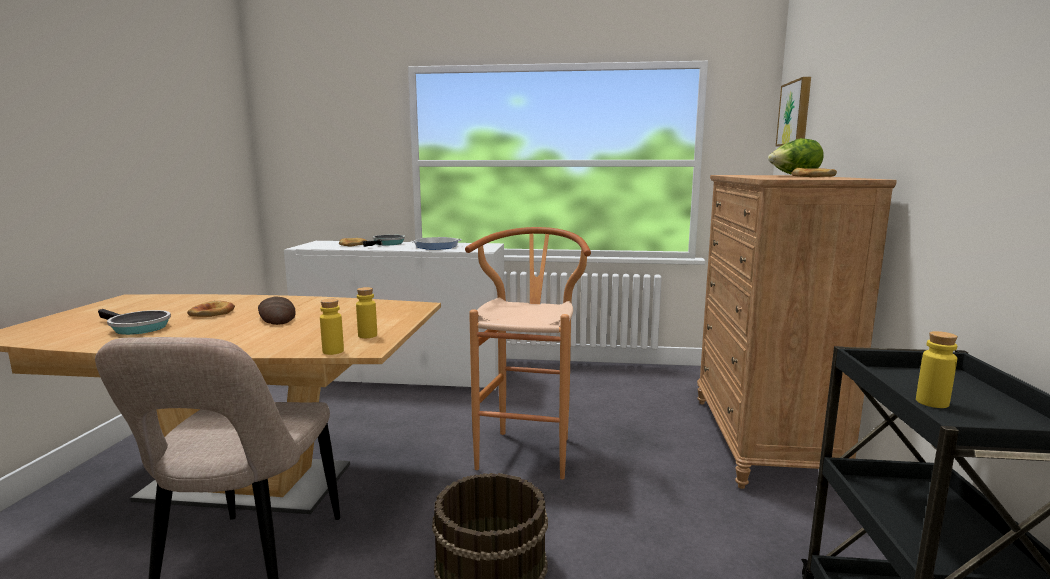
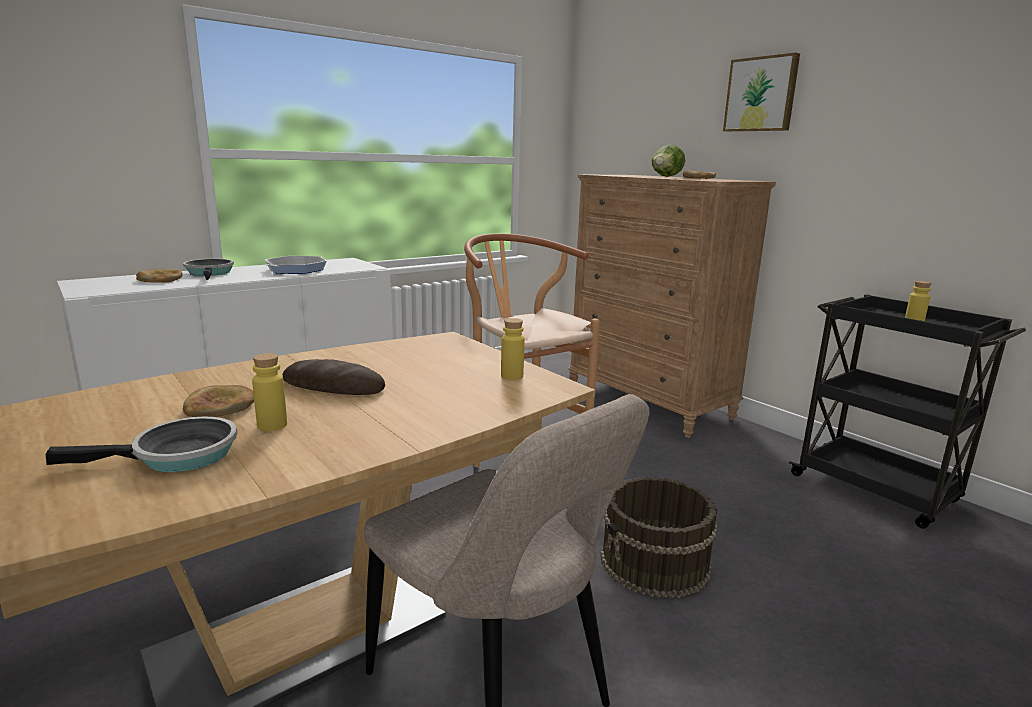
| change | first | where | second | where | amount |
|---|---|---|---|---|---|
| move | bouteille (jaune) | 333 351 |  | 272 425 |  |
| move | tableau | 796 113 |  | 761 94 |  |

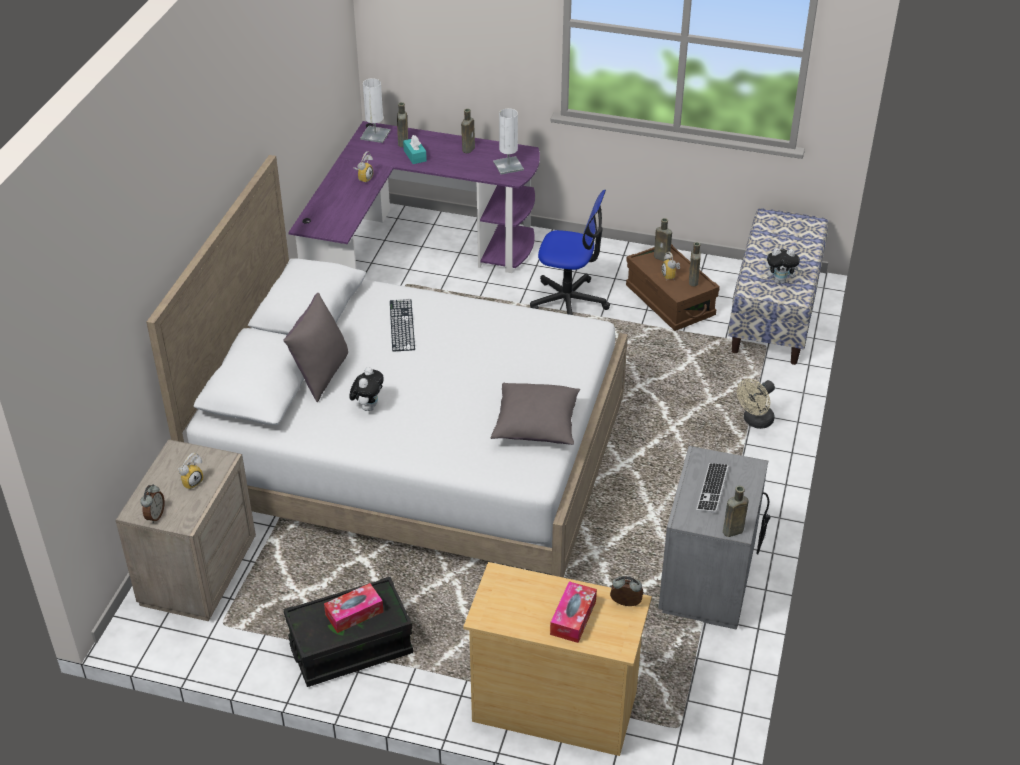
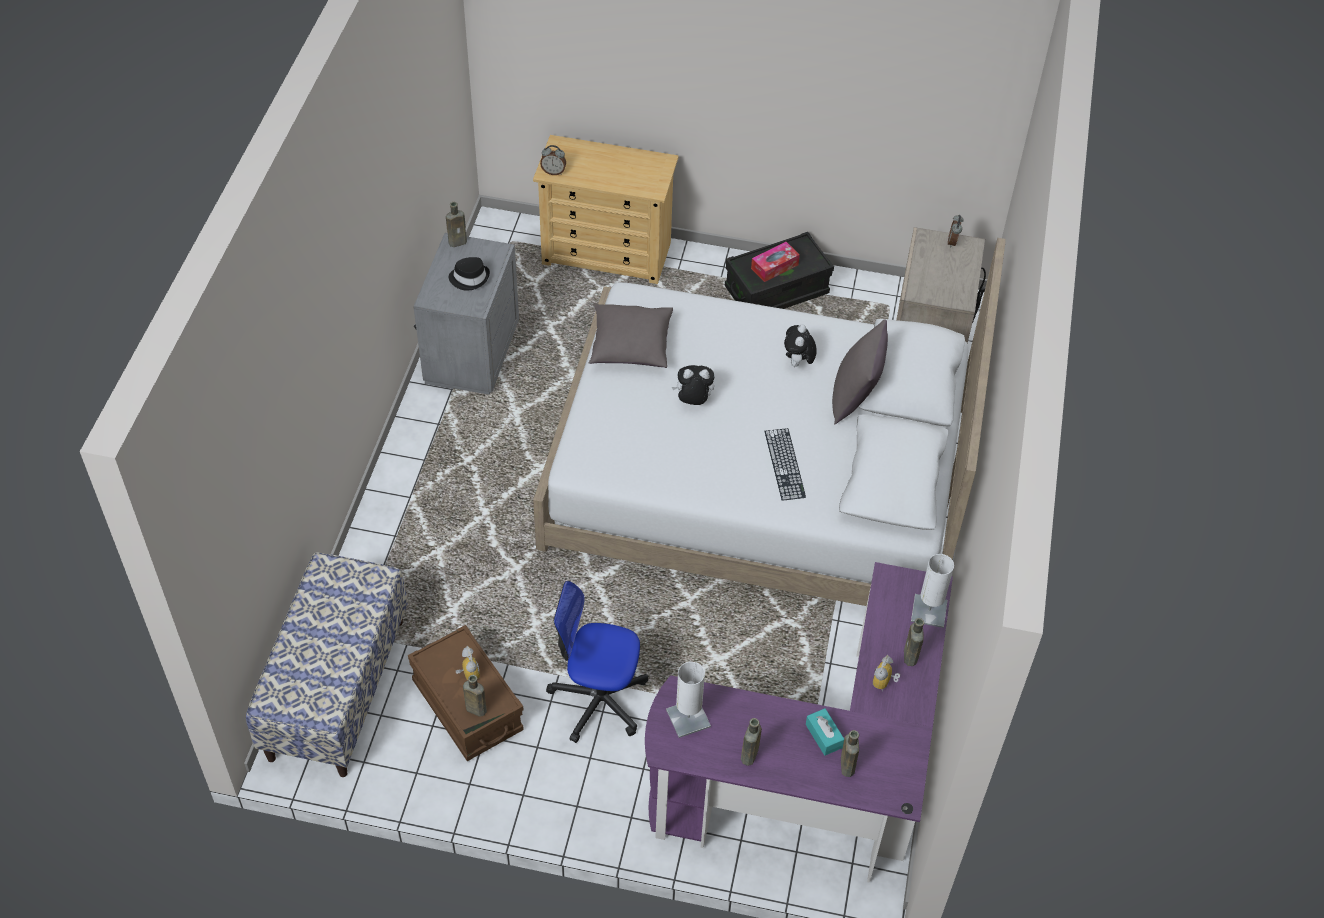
| change | first | where | second | where | amount |
|---|---|---|---|---|---|
| replace | clavier | 712 489 | chapeau (noir) | 469 278 |  |
| move | peluche | 780 281 |  | 693 401 |  |
| move | bouteille (marron) | 693 280 |  | 910 658 |  |
| move | lampe de table (blanc) | 375 135 |  | 929 611 |  |
| delete | réveil | 191 481 |  |  |  |
| delete | boîte à mouchoirs | 573 618 |  |  |  |
| delete | ventilateur (beige) | 755 421 |  |  |  |

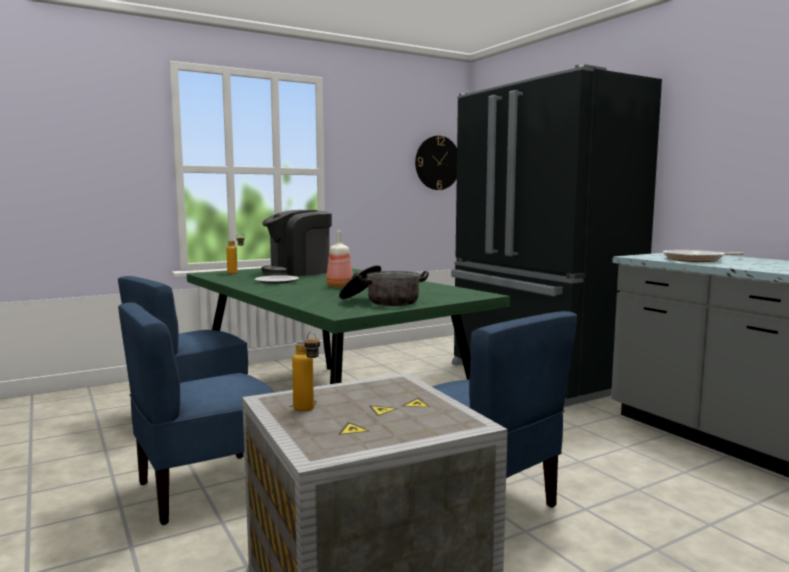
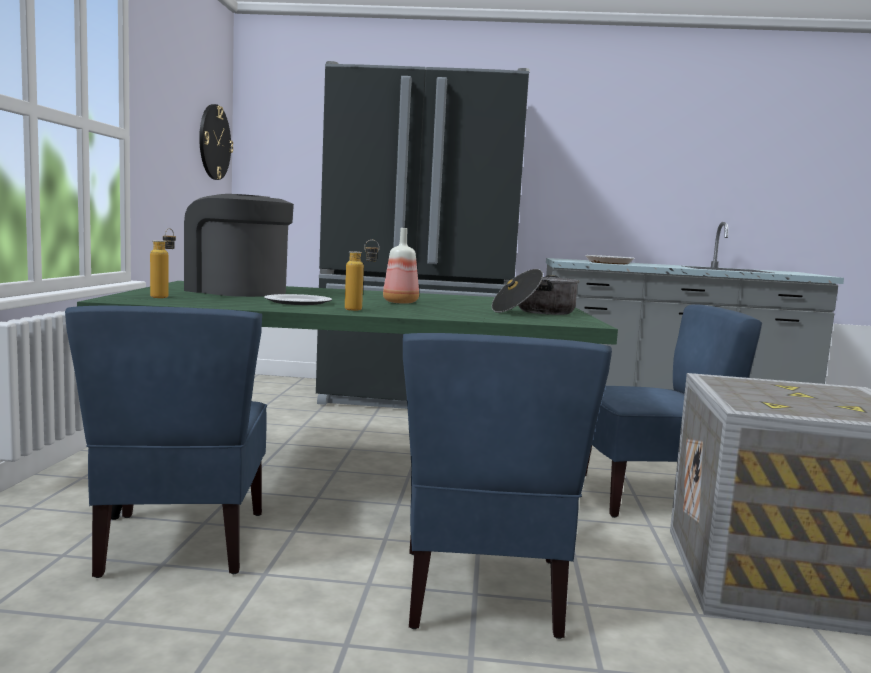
| change | first | where | second | where | amount |
|---|---|---|---|---|---|
| rotate | machine à café | 298 272 |  | 236 291 | 120 degrees clockwise |
| move | bouteille | 308 411 |  | 360 310 |  |

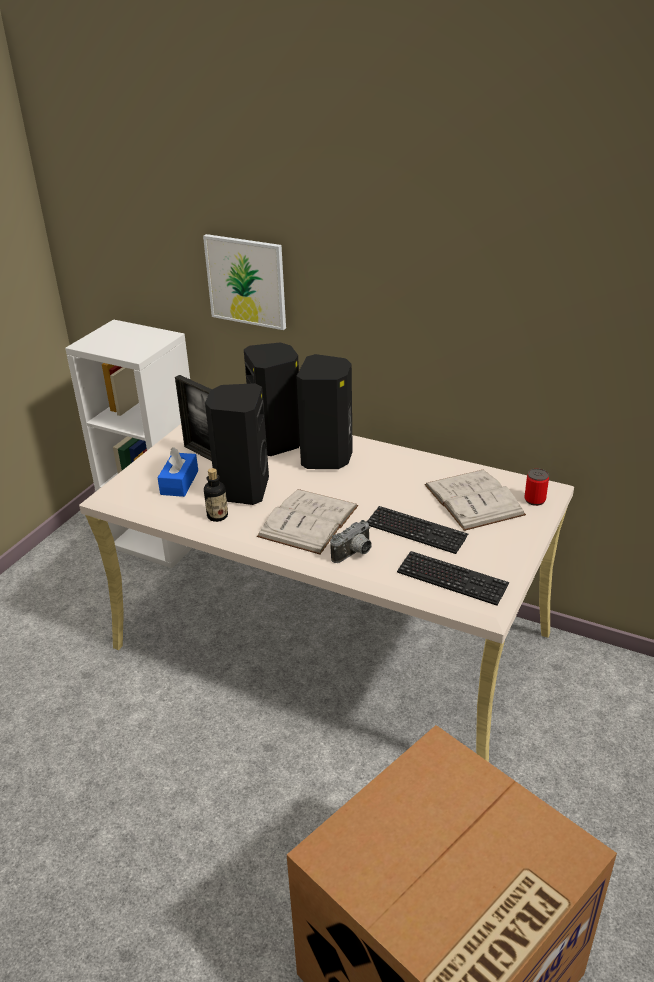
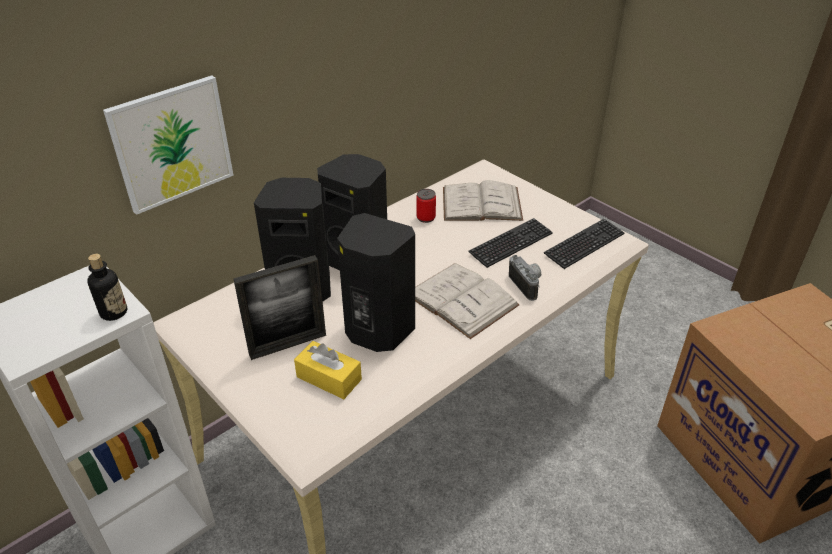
| change | first | where | second | where | amount |
|---|---|---|---|---|---|
| move | bouteille | 217 516 |  | 114 312 |  |
| recolor | boîte à mouchoirs (bleu) | 179 482 | boîte à mouchoirs (jaune) | 329 378 |  |
| move | boîte métallique | 534 500 |  | 426 217 |  |

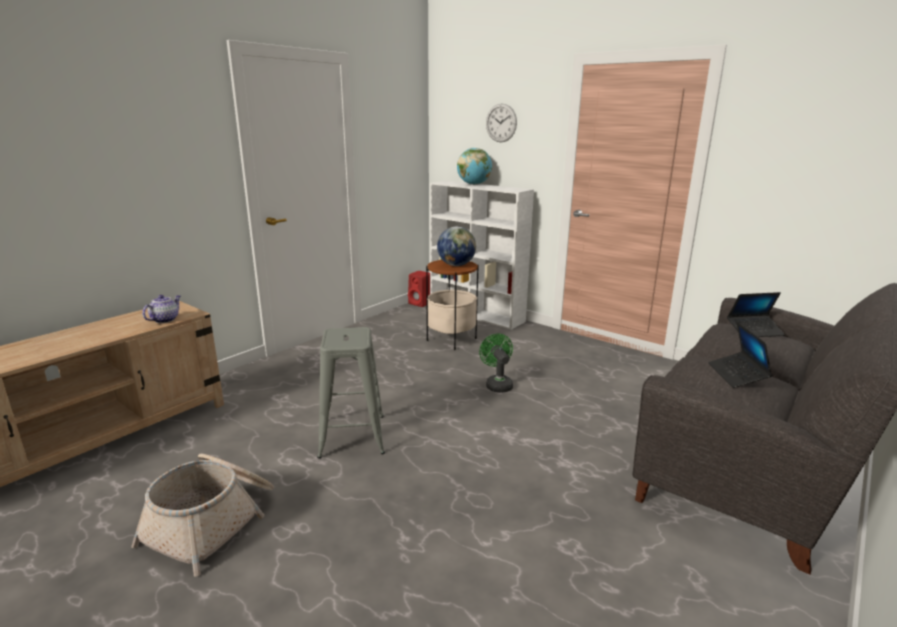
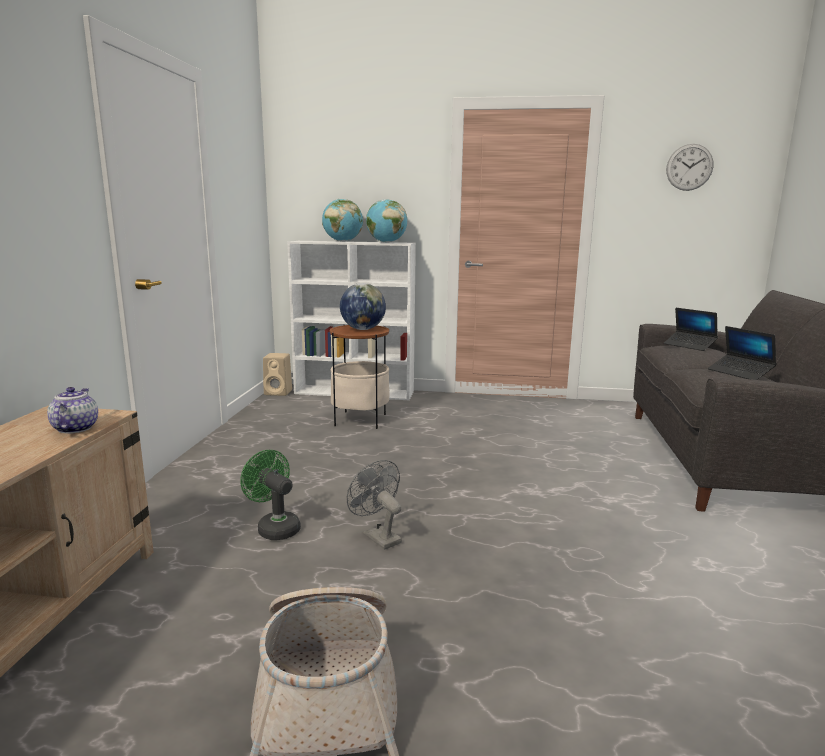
| change | first | where | second | where | amount |
|---|---|---|---|---|---|
| move | ventilateur (vert) | 497 384 |  | 274 527 |  |
| recolor | enceinte (rouge) | 421 303 | enceinte (beige) | 279 392 |  |
| replace | tabouret (gris) | 352 436 | ventilateur (gris) | 378 536 |  |
| insert |  |  | globe | 386 242 |  |
| rotate | ordinateur portable | 754 331 |  | 689 345 | 90 degrees clockwise |
| move | horloge murale | 501 123 |  | 689 167 |  |

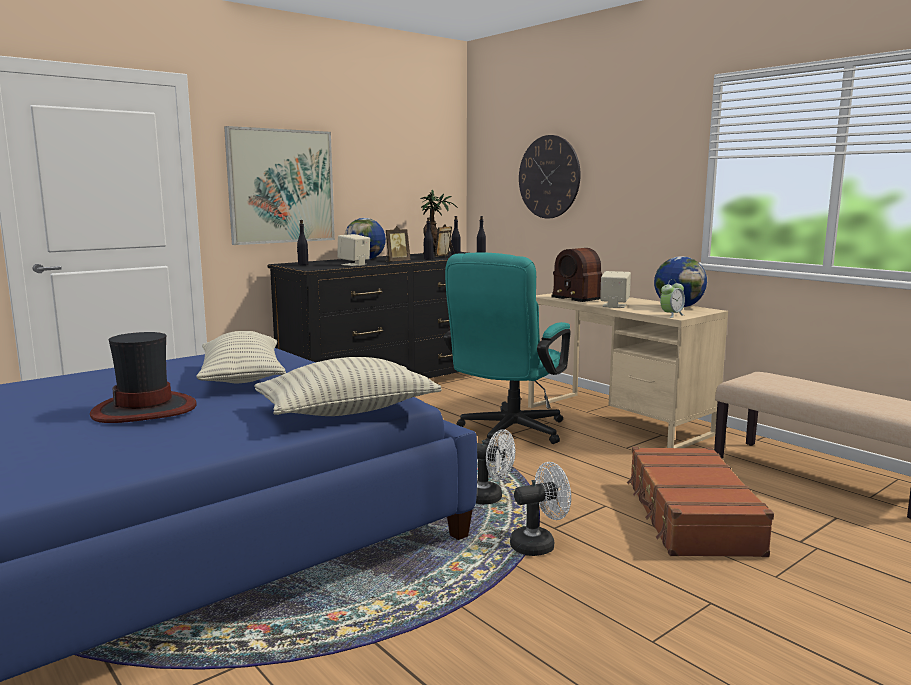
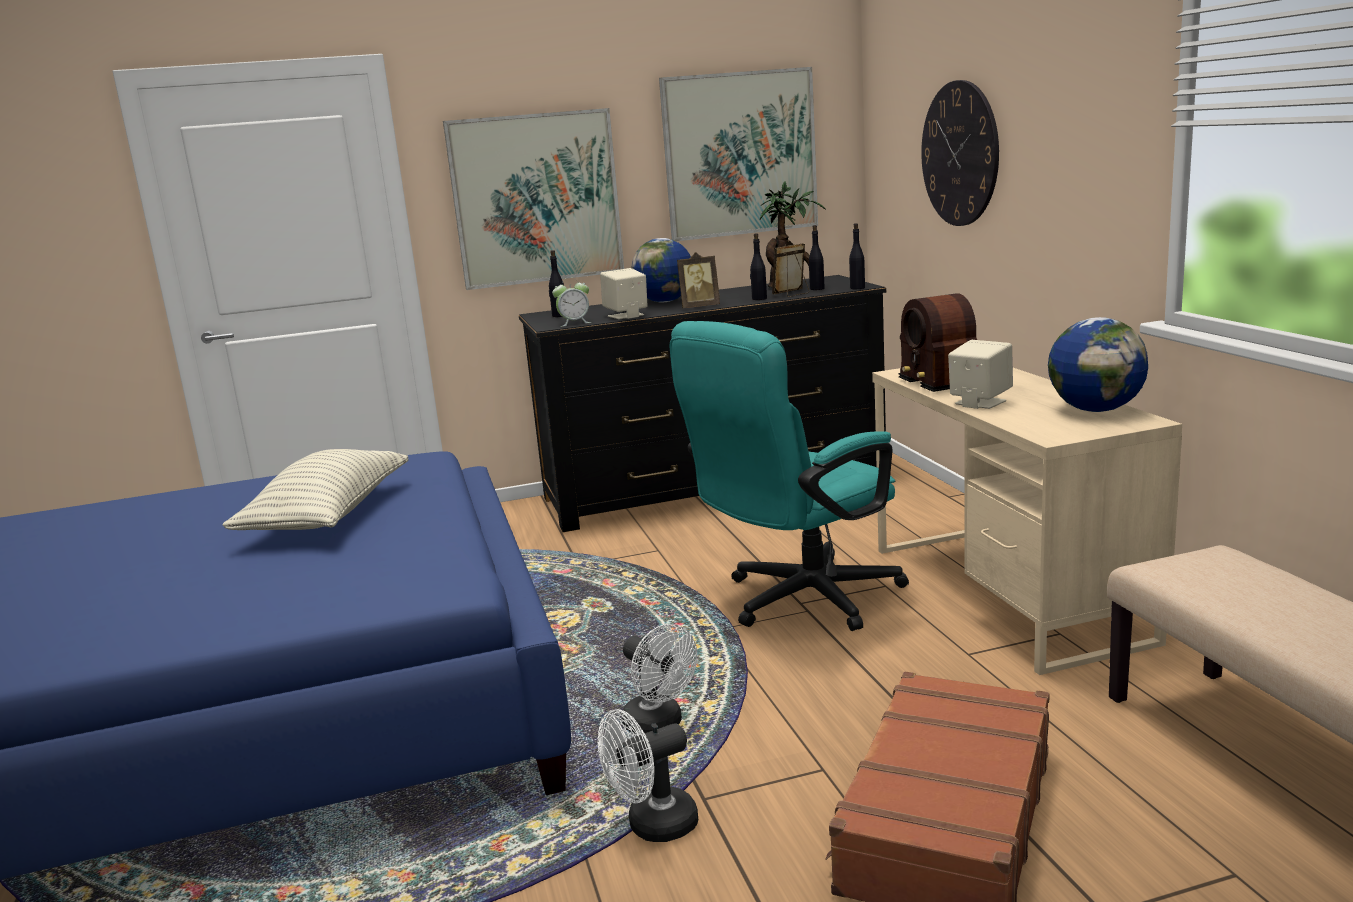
| change | first | where | second | where | amount |
|---|---|---|---|---|---|
| move | réveil | 671 315 |  | 574 323 |  |
| rotate | ventilateur (blanc) | 539 544 |  | 652 826 | 150 degrees clockwise |
| insert |  |  | tableau | 740 154 |  |
| delete | chapeau | 145 409 |  |  |  |
| delete | coussin | 348 411 |  |  |  |

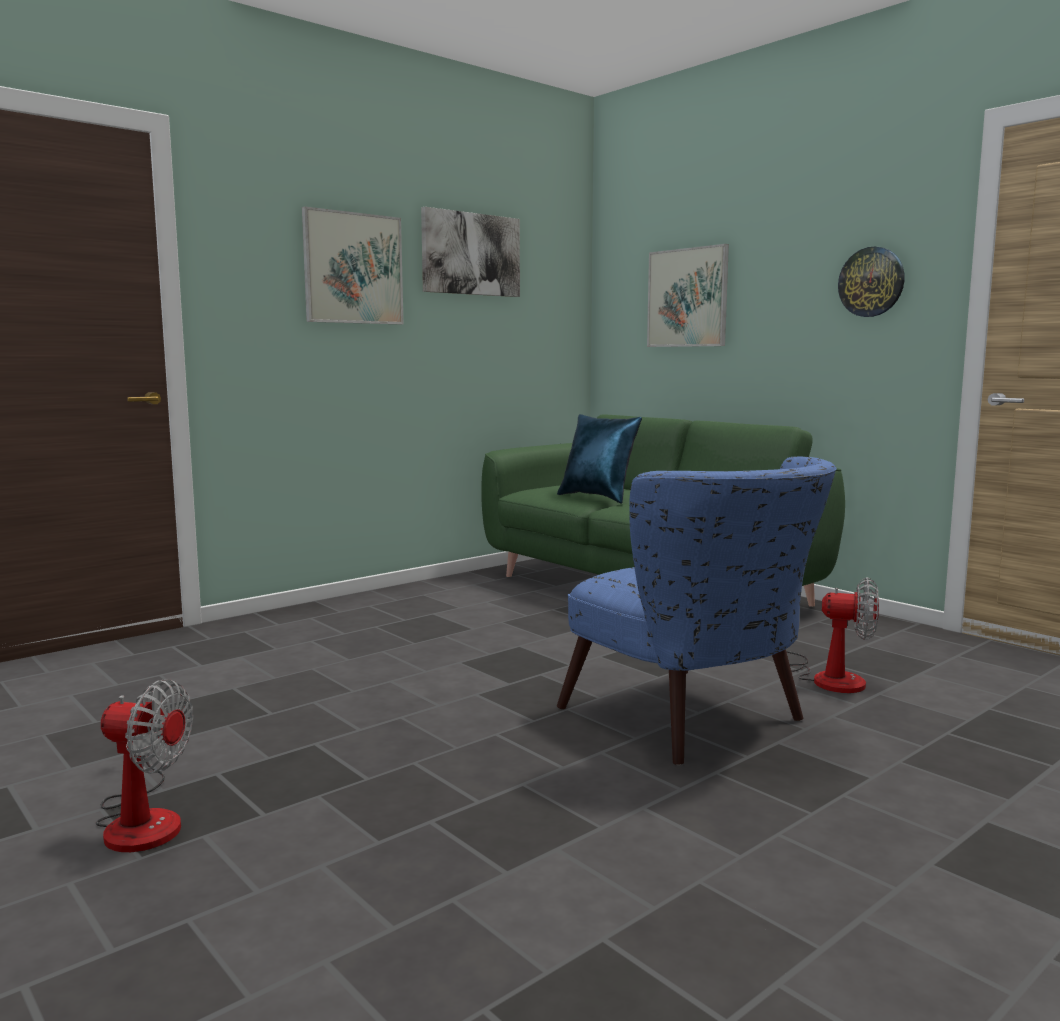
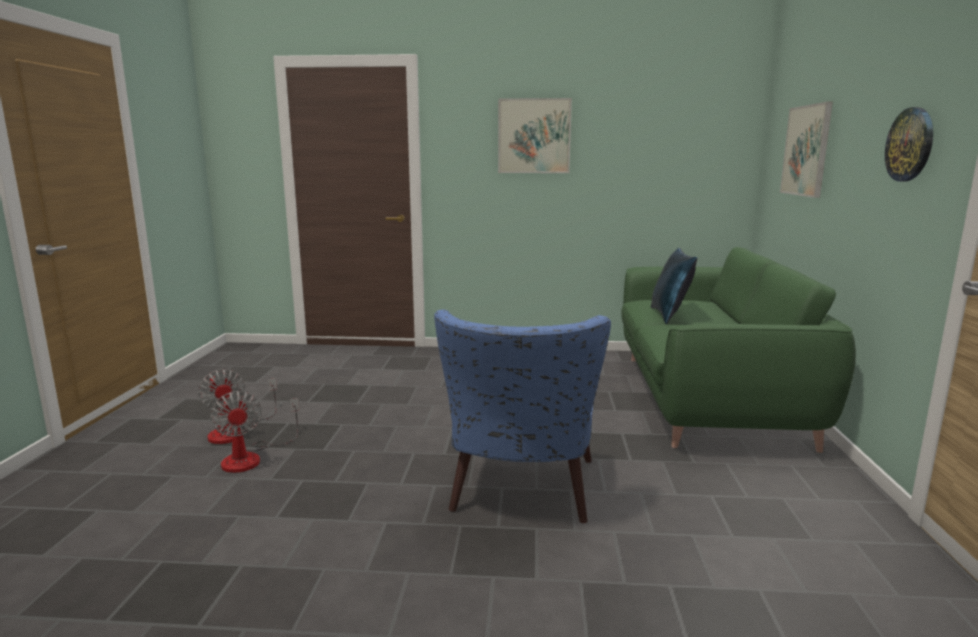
| change | first | where | second | where | amount |
|---|---|---|---|---|---|
| move | ventilateur | 826 677 |  | 251 457 |  |
| delete | tableau | 470 254 |  |  |  |

